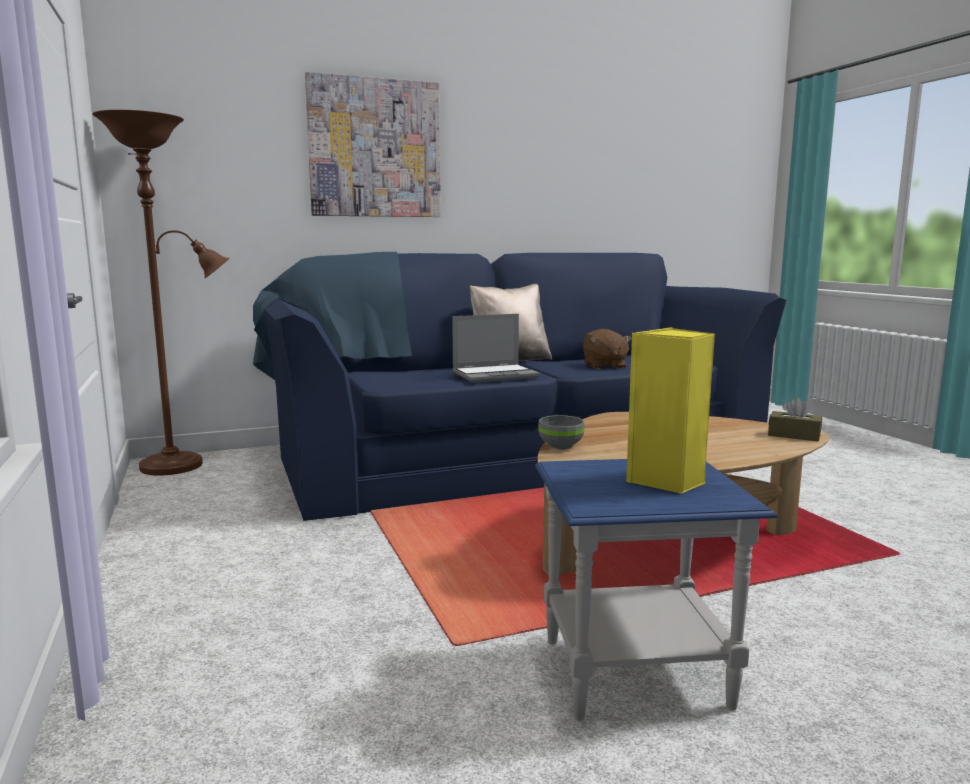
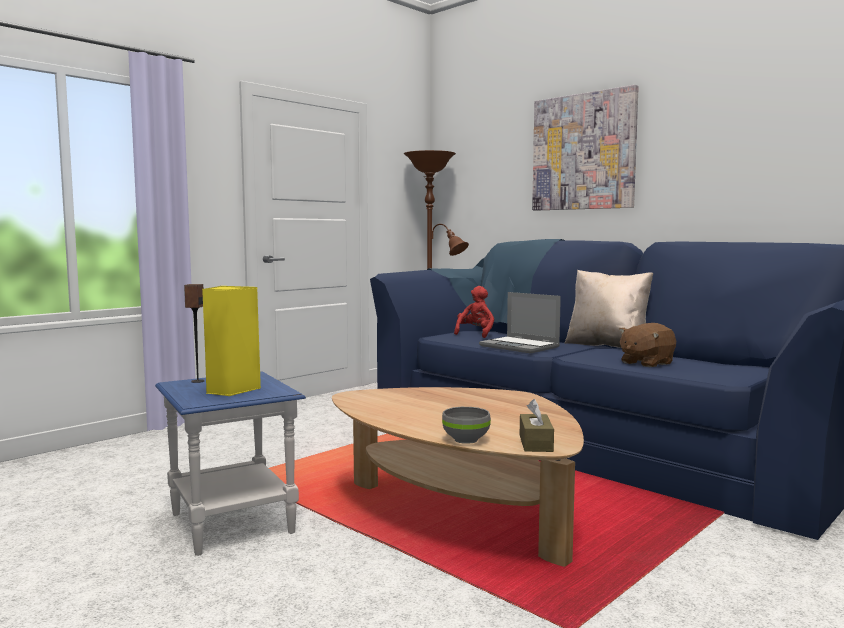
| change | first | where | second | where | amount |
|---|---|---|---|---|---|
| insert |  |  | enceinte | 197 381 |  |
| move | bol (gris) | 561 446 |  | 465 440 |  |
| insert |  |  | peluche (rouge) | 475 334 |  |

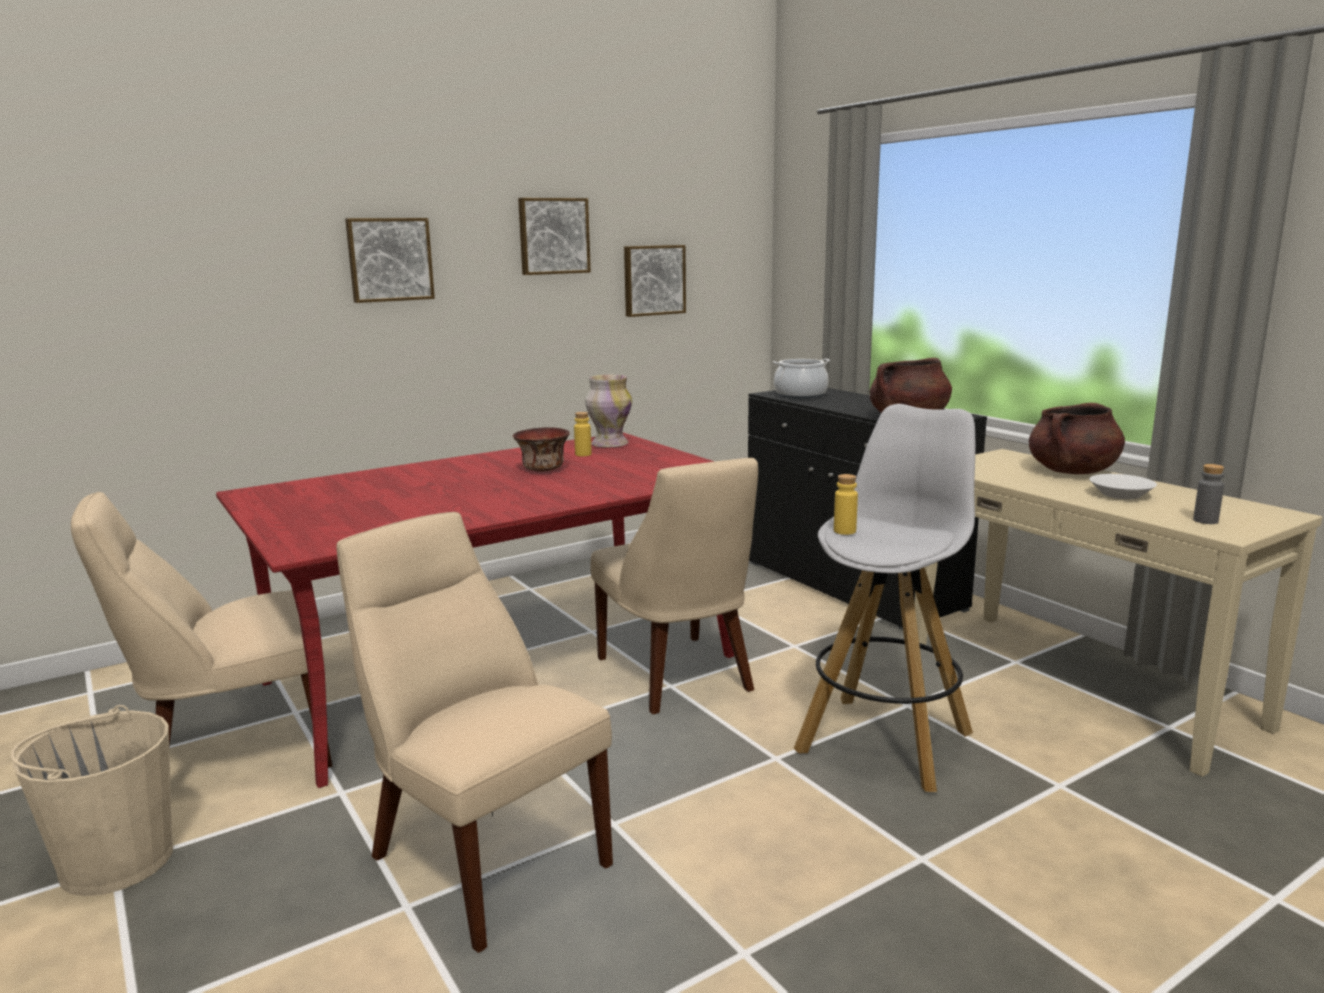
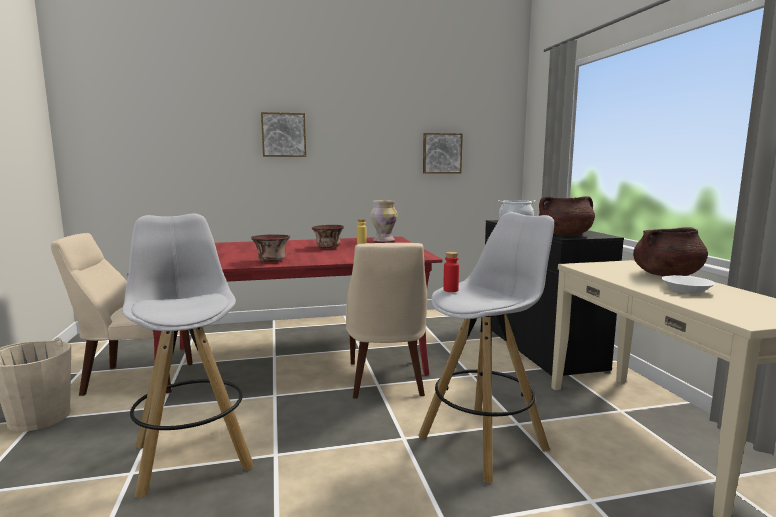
| change | first | where | second | where | amount |
|---|---|---|---|---|---|
| replace | chaise (beige) | 482 856 | tabouret (blanc) | 192 455 |  |
| insert |  |  | bol | 271 261 |  |
| recolor | bouteille (jaune) | 844 531 | bouteille (rouge) | 450 290 |  |
| delete | tableau | 553 236 |  |  |  |
| delete | bouteille (gris) | 1205 521 |  |  |  |

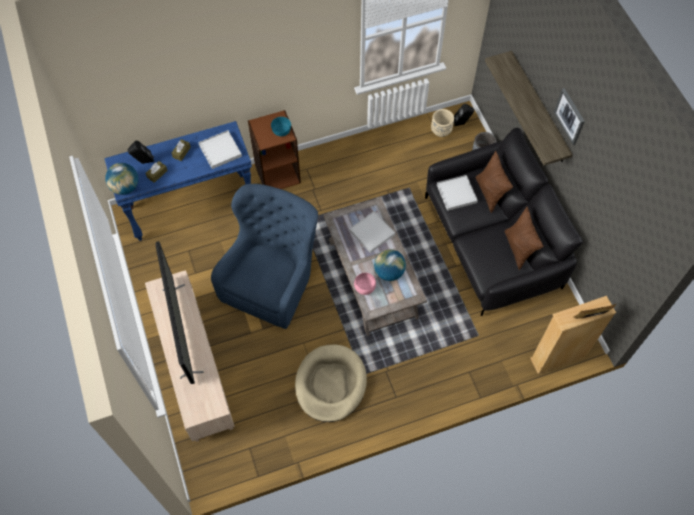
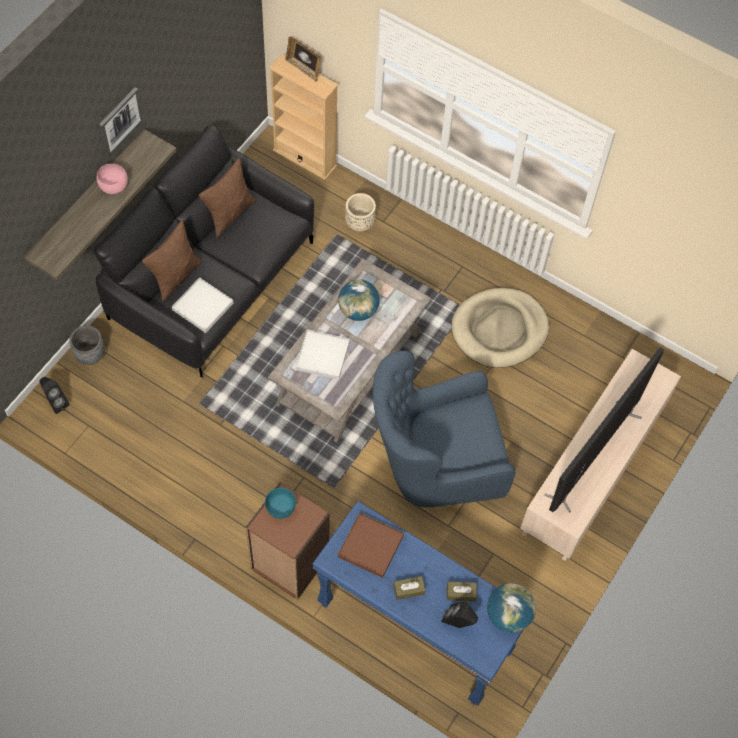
| change | first | where | second | where | amount |
|---|---|---|---|---|---|
| move | bol (rose) | 365 287 |  | 113 187 |  |
| recolor | plateau (blanc) | 220 151 | plateau (marron) | 370 546 |  |
| move | cache-pot (beige) | 441 131 |  | 359 223 |  |

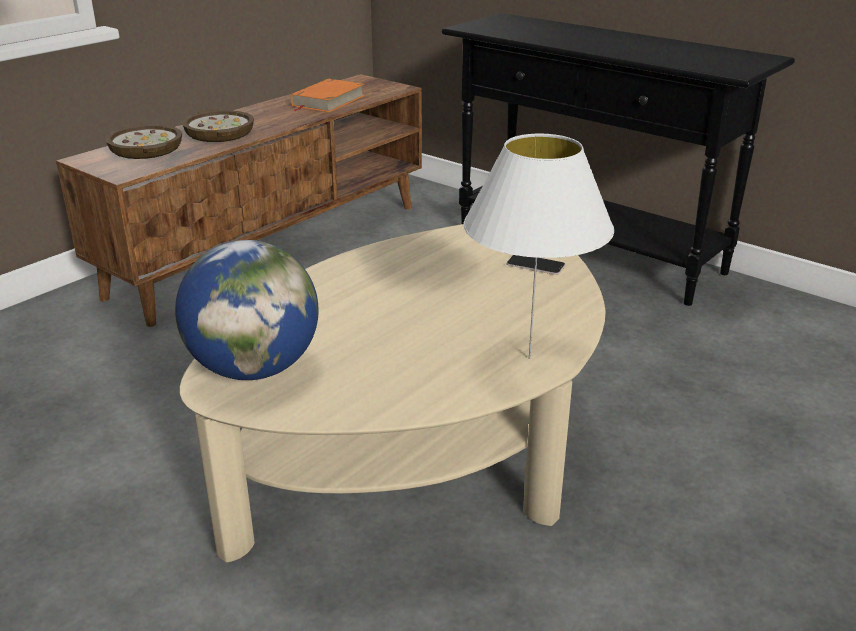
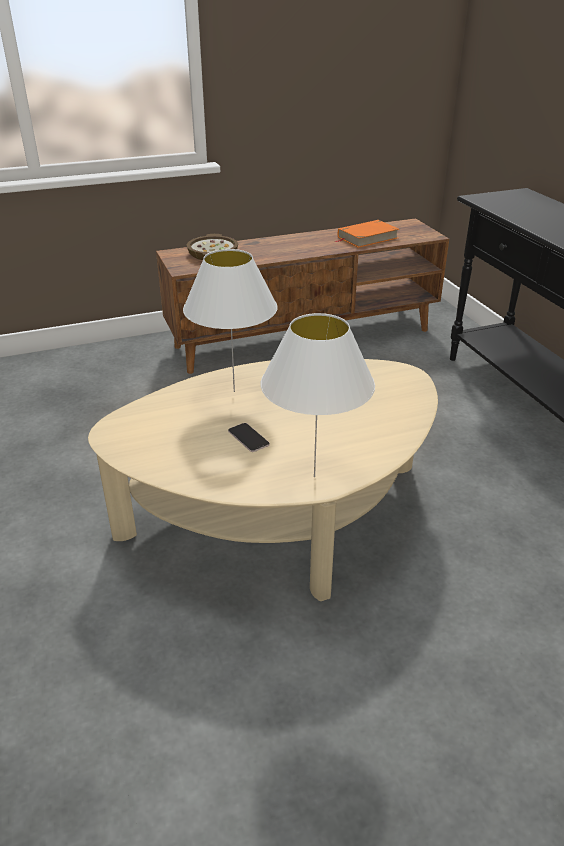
| change | first | where | second | where | amount |
|---|---|---|---|---|---|
| insert |  |  | lampe de table (blanc) | 233 391 |  |
| move | téléphone | 535 265 |  | 248 438 |  |
| delete | globe | 254 369 |  |  |  |
| delete | bol | 218 134 |  |  |  |

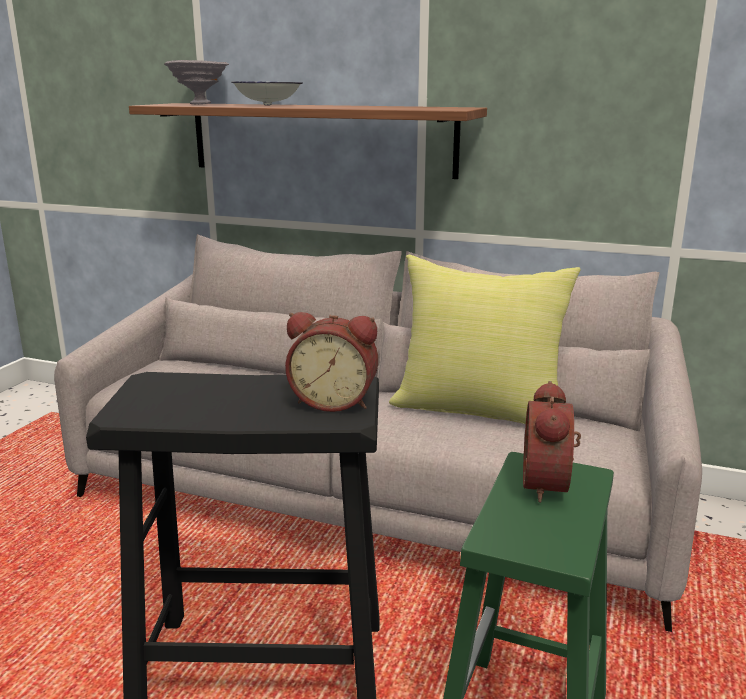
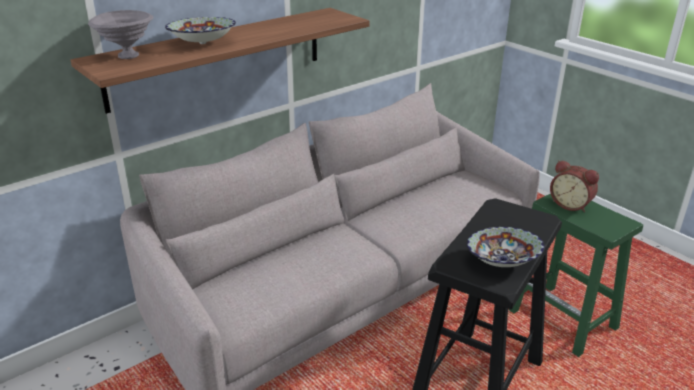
| change | first | where | second | where | amount |
|---|---|---|---|---|---|
| insert |  |  | bol | 503 262 |  |
| delete | réveil | 334 401 |  |  |  |
| delete | coussin (jaune) | 480 409 |  |  |  |

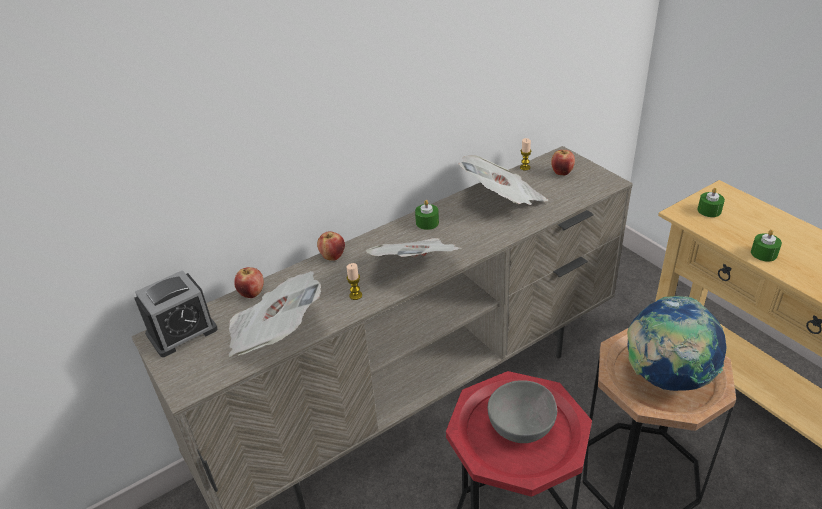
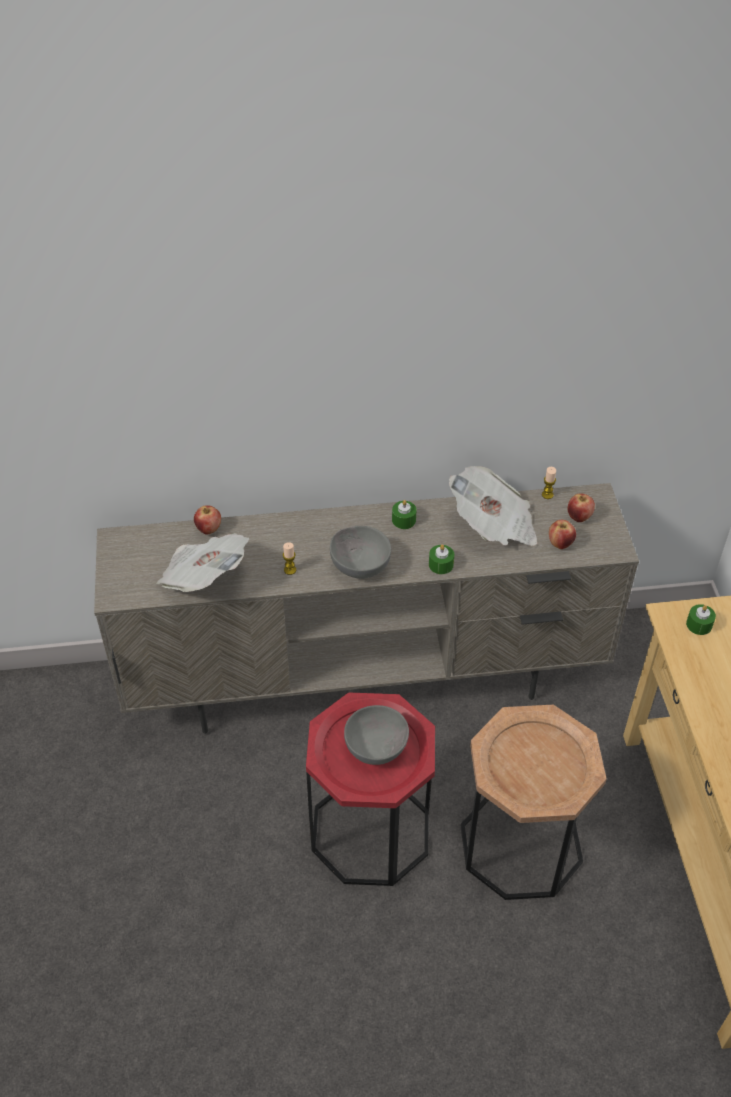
| change | first | where | second | where | amount |
|---|---|---|---|---|---|
| replace | journal | 416 267 | bol (gris) | 360 564 |  |
| move | bougie (vert) | 764 253 |  | 441 564 |  |
| move | pomme | 333 256 |  | 560 543 |  |
| delete | réveil | 182 332 |  |  |  |
| delete | globe | 666 378 |  |  |  |

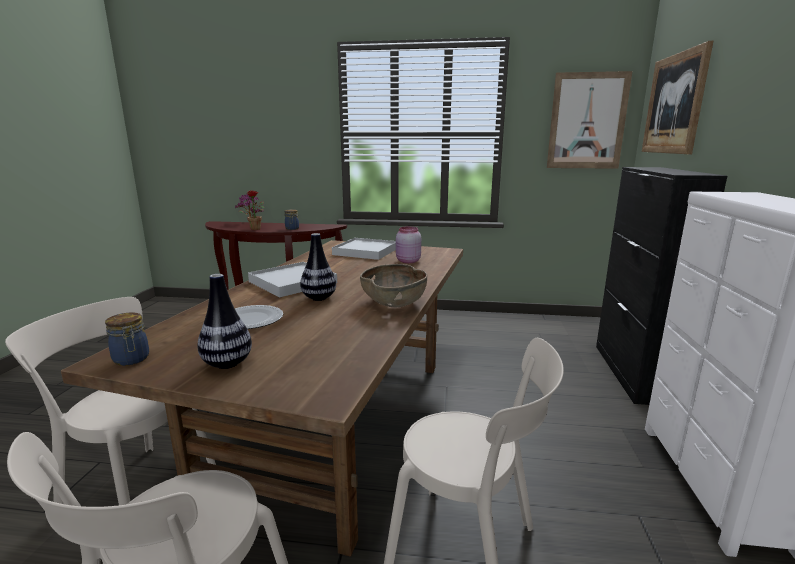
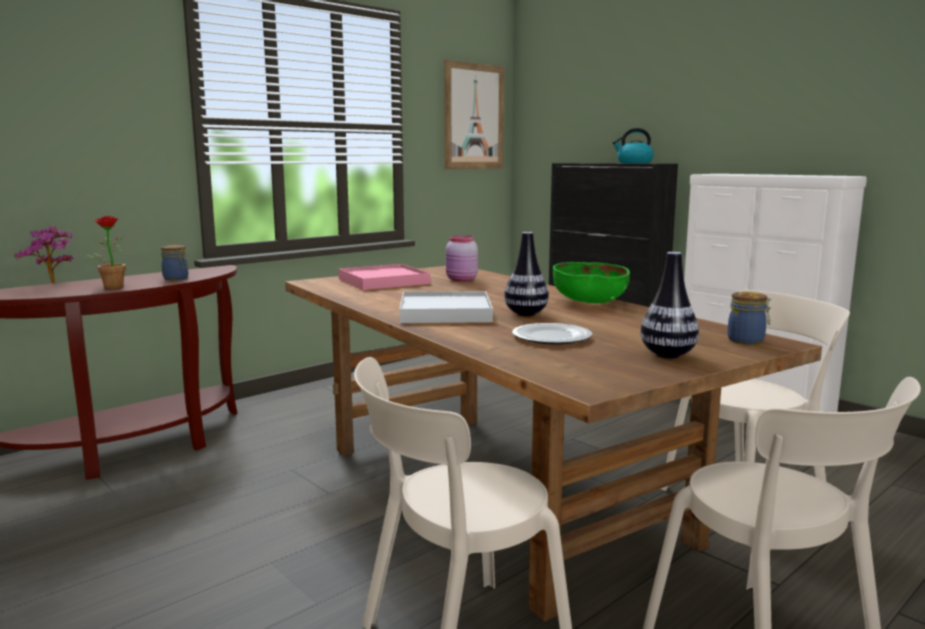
| change | first | where | second | where | amount |
|---|---|---|---|---|---|
| recolor | plateau (blanc) | 366 251 | plateau (rose) | 383 281 |  |
| recolor | bol (marron) | 394 303 | bol (vert) | 589 302 |  |
| insert |  |  | bouilloire | 634 163 |  |
| move | bocal | 131 359 |  | 747 341 |  |
| delete | tableau | 674 104 |  |  |  |

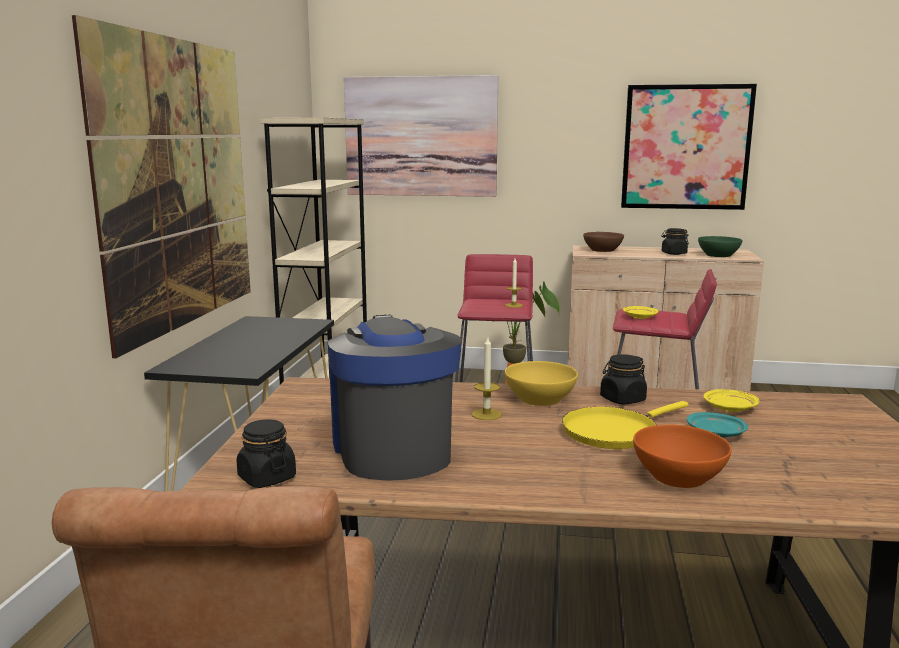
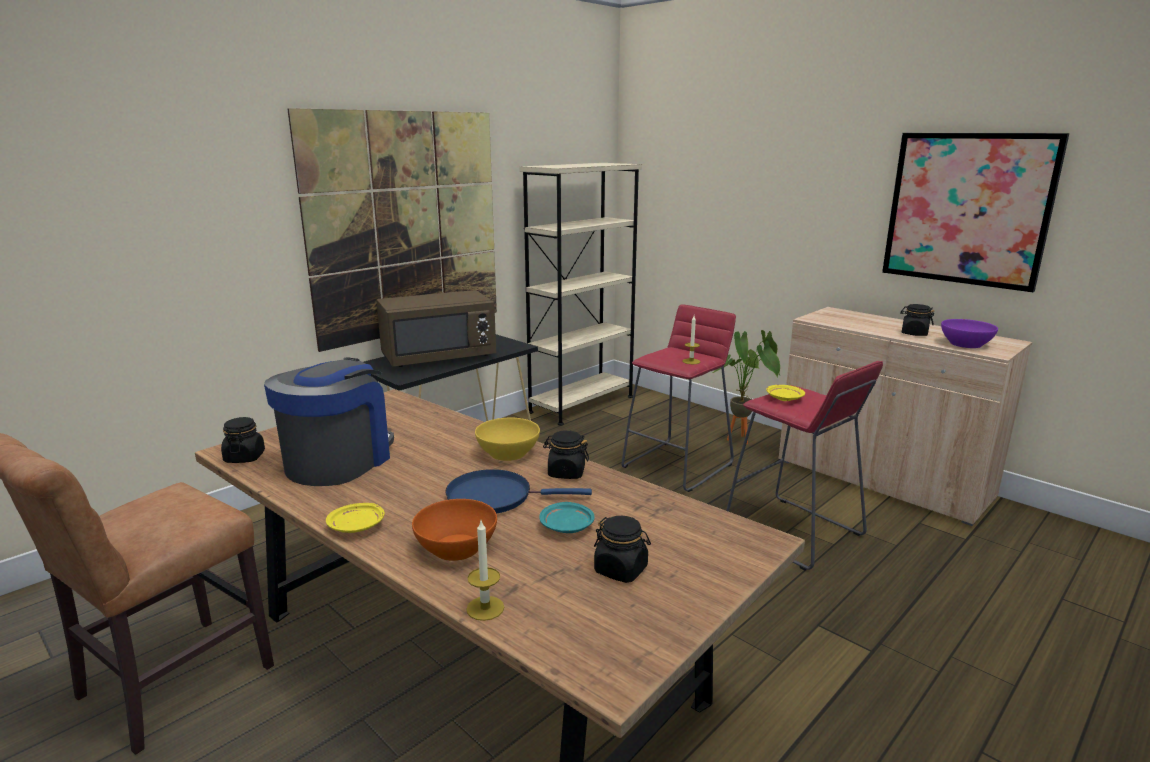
| change | first | where | second | where | amount |
|---|---|---|---|---|---|
| move | assiette (jaune) | 730 408 |  | 357 526 |  |
| insert |  |  | micro-ondes (marron) | 439 357 |  |
| recolor | poêle (jaune) | 613 432 | poêle (bleu) | 495 497 |  |
| move | bougie | 486 414 |  | 485 608 |  |
| insert |  |  | bocal (noir) | 621 570 |  |
| recolor | bol (vert) | 718 255 | bol (violet) | 965 344 |  |
| delete | tableau | 421 136 |  |  |  |
| delete | bol (marron) | 602 250 |  |  |  |

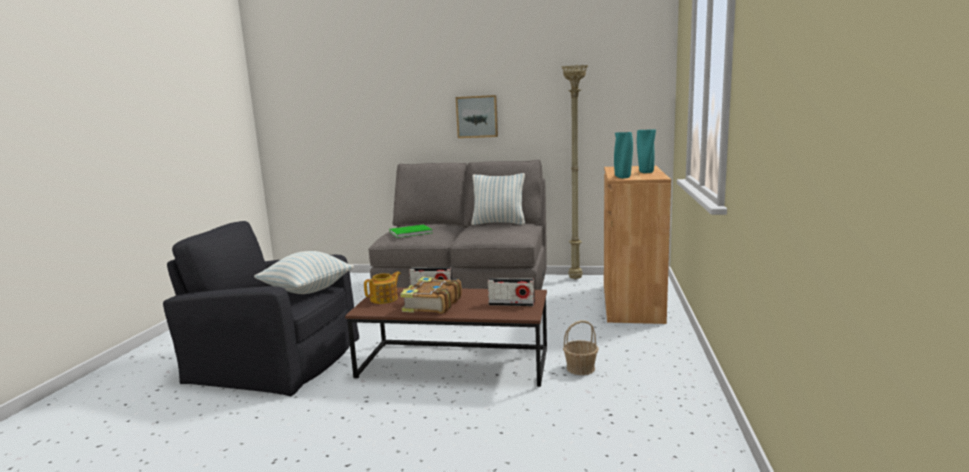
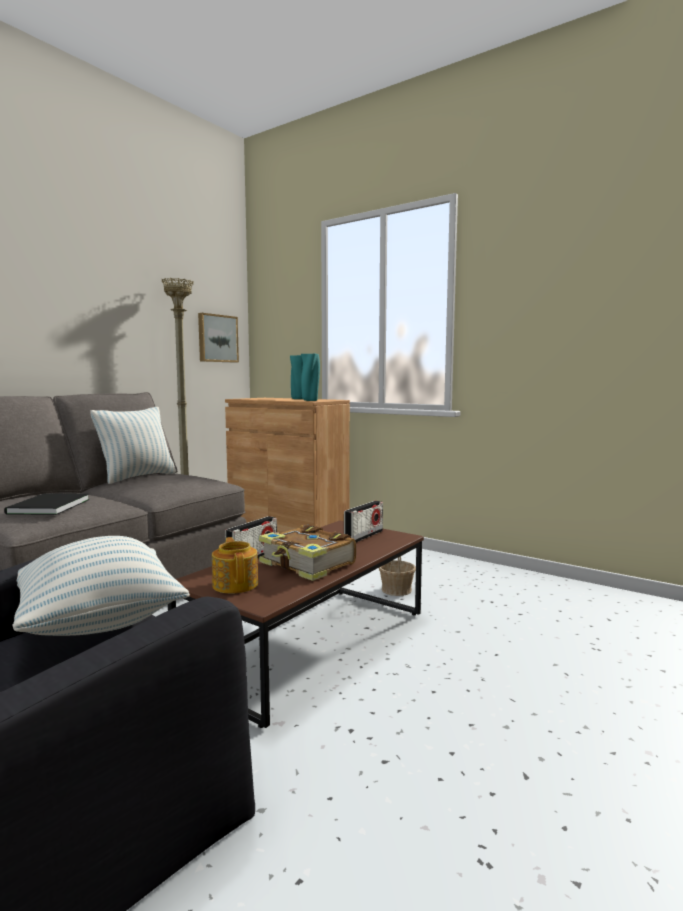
| change | first | where | second | where | amount |
|---|---|---|---|---|---|
| recolor | livre (vert) | 409 232 | livre (noir) | 46 507 |  |
| move | tableau | 477 116 |  | 217 338 |  |

